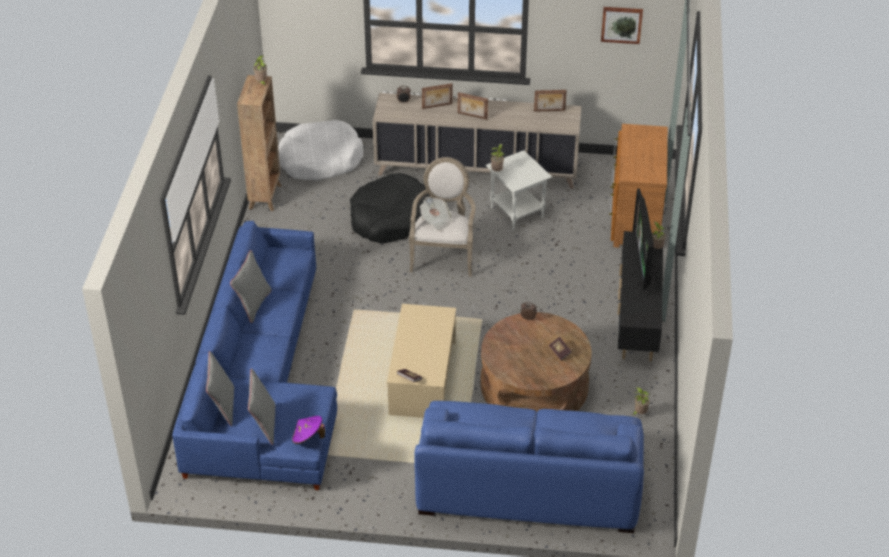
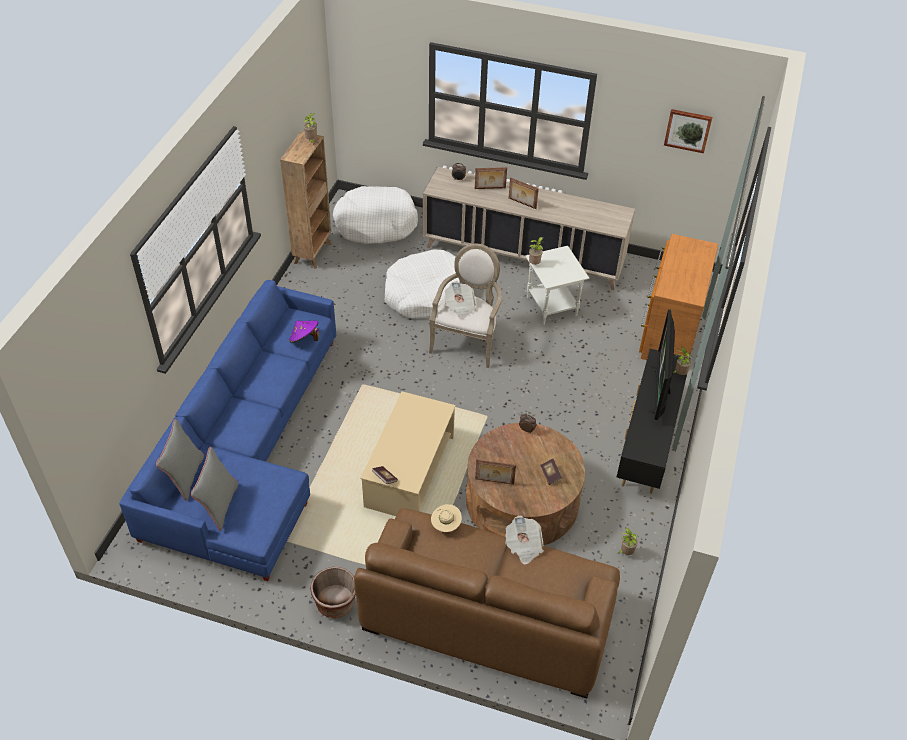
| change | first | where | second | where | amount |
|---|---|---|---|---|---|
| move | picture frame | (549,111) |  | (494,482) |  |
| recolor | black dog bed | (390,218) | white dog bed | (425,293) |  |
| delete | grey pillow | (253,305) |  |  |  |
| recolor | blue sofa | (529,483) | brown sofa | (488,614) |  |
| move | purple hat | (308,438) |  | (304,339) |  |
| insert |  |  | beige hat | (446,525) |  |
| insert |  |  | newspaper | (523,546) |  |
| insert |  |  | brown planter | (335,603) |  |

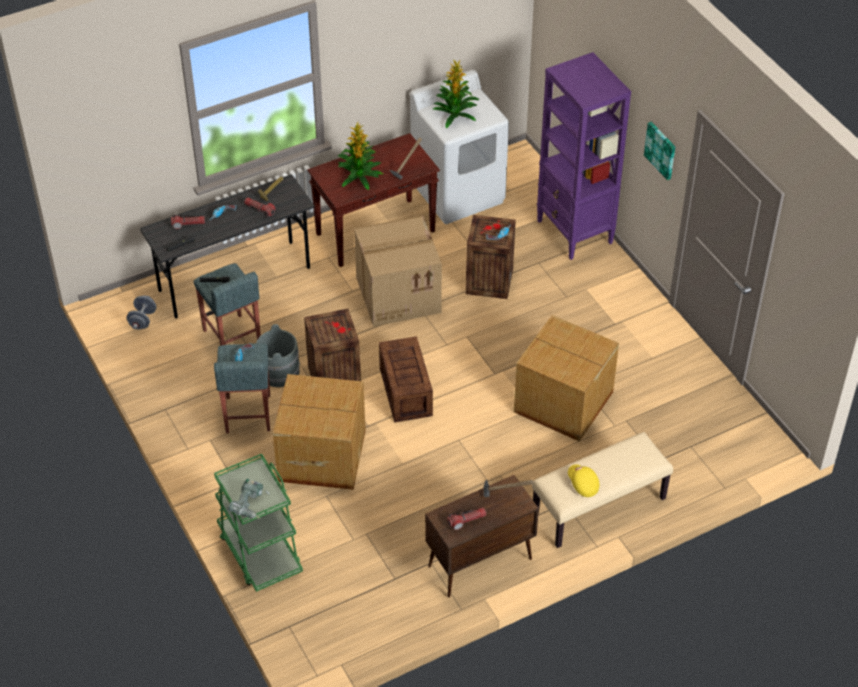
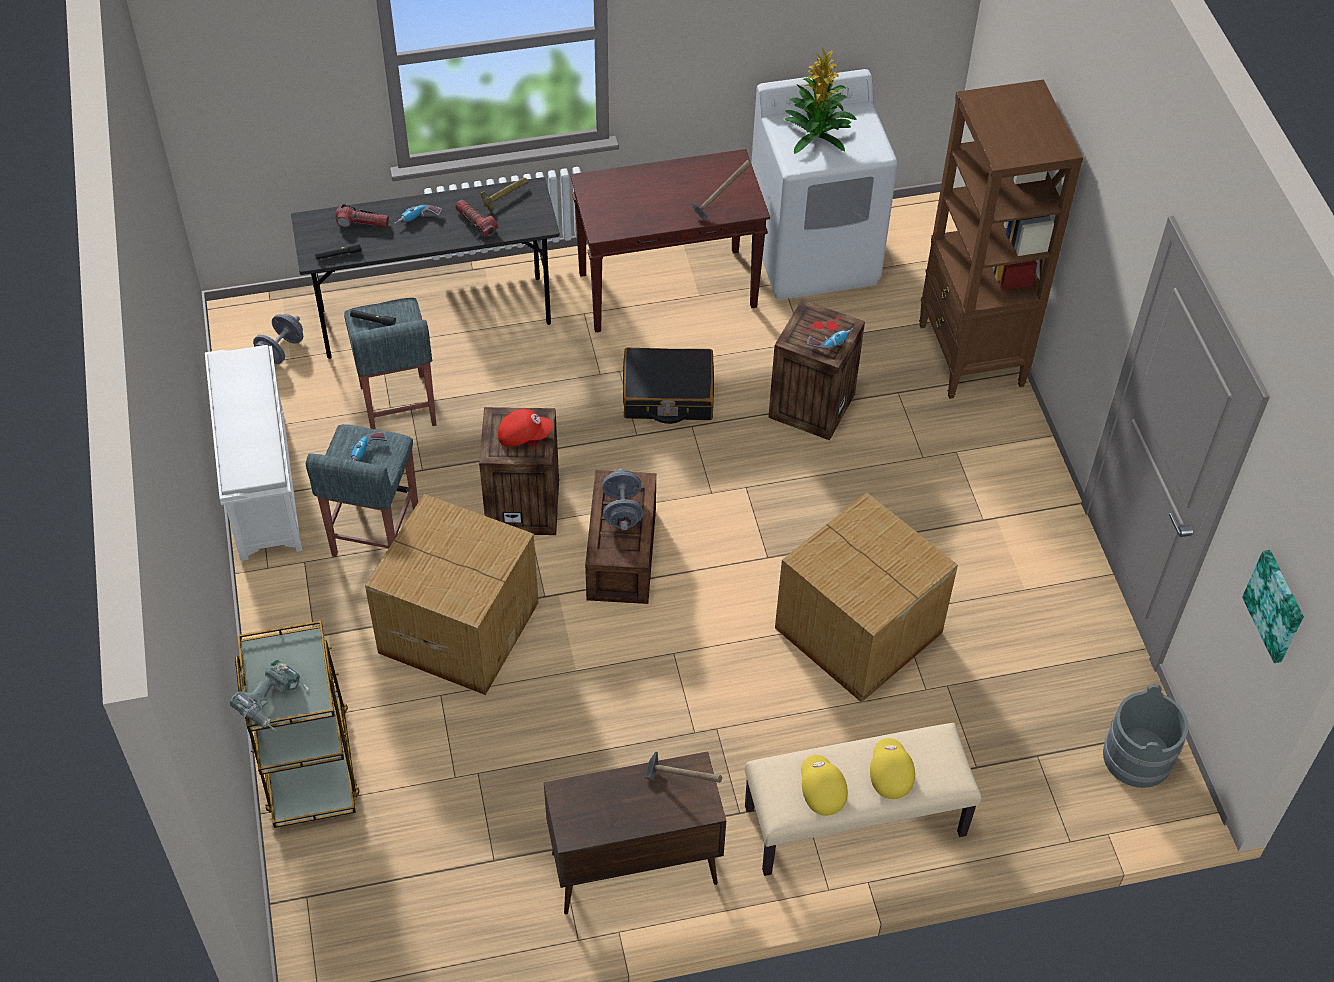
| change | first | where | second | where | amount |
|---|---|---|---|---|---|
| recolor | purple bookcase | (575,232) | brown bookcase | (971,356) |  |
| delete | potted plant | (359,177) |  |  |  |
| move | picture | (661,150) |  | (1276,605) |  |
| replace | cardboard box | (399,294) | black suitcase | (668,395) |  |
| move | grey bucket | (279,372) |  | (1138,757) |  |
| recolor | green cart | (260,552) | brown cart | (309,762) |  |
| delete | flashlight | (466,520) |  |  |  |
| insert |  |  | white shoe rack | (261,485) |  |
| insert |  |  | red cap | (524,435) |  |
| insert |  |  | grey dumbbell | (622,511) |  |
| insert |  |  | yellow cap | (889,774) |  |

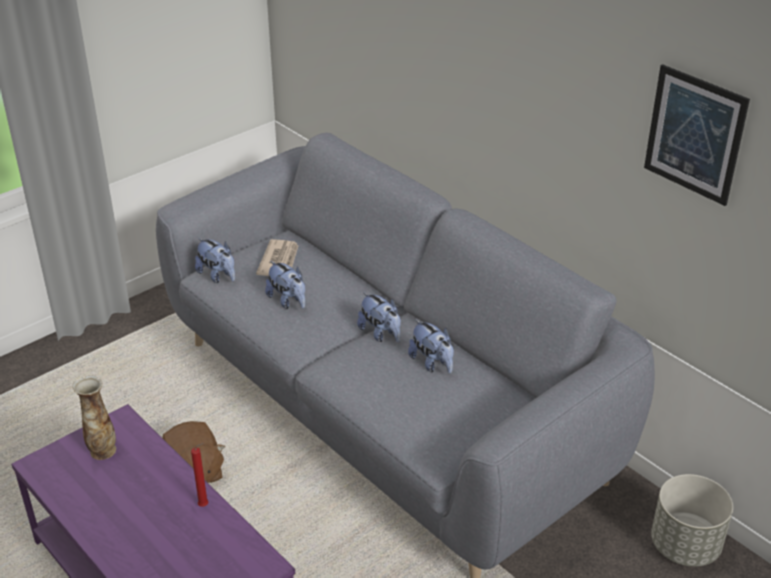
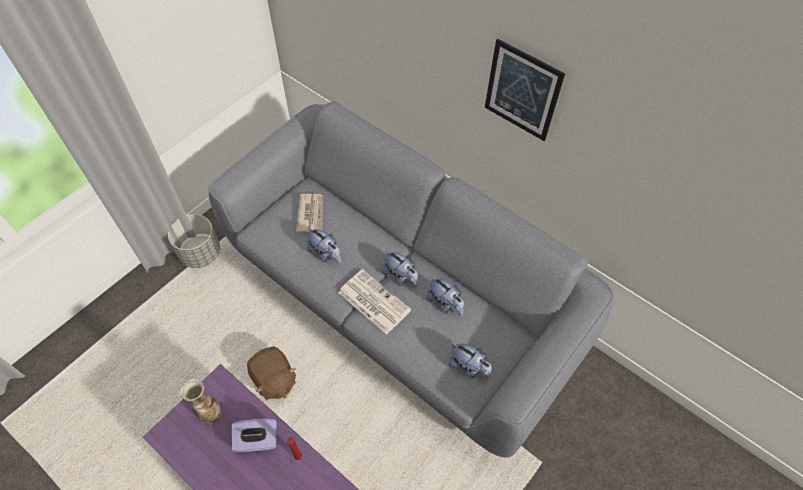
| change | first | where | second | where | amount |
|---|---|---|---|---|---|
| move | picture | (694,134) |  | (522,91) |  |
| move | plush toy | (218,276) |  | (468,367) |  |
| move | grey planter | (685,546) |  | (201,253) |  |
| insert |  |  | newspaper | (373,301) |  |
| insert |  |  | purple tissue box | (257,440) |  |

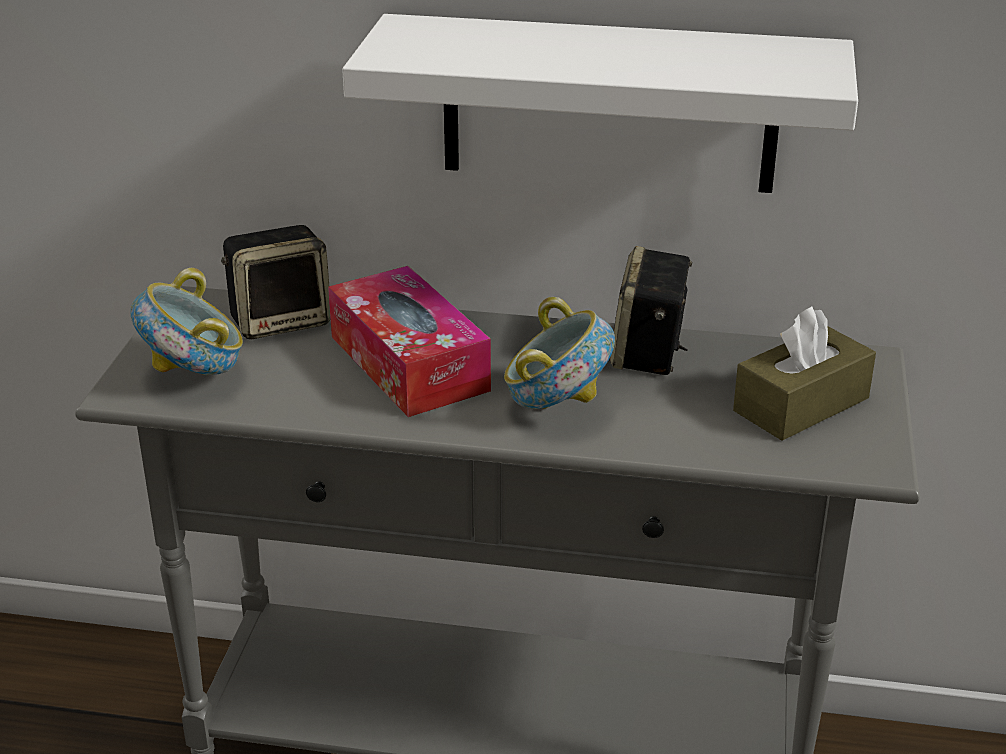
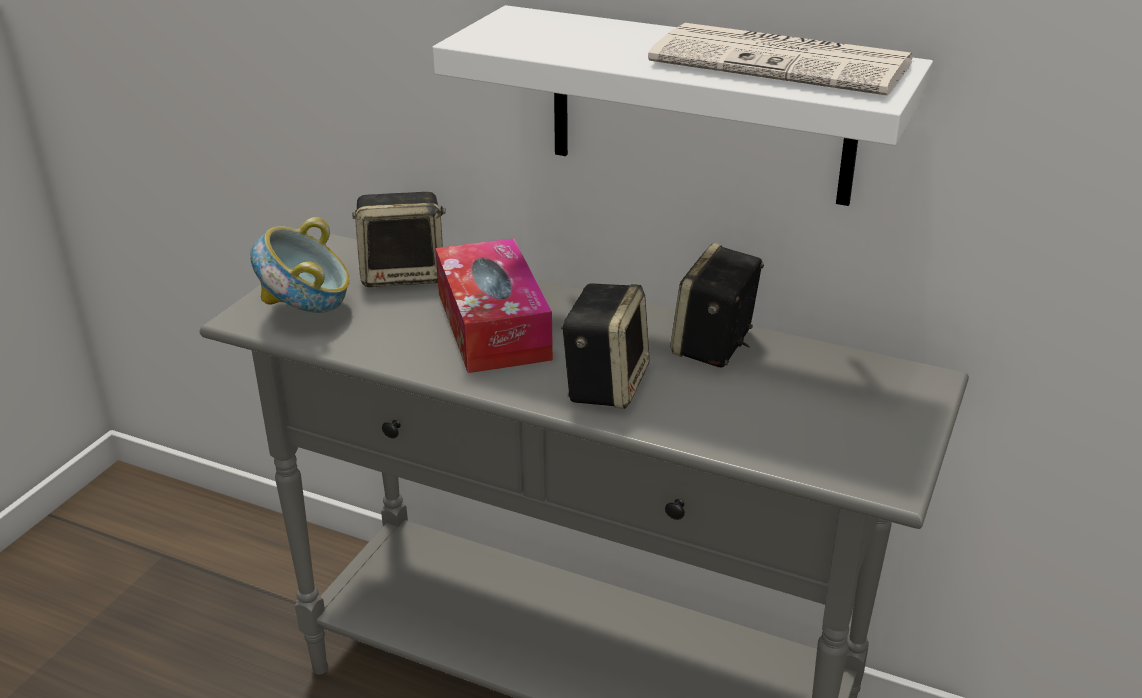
| change | first | where | second | where | amount |
|---|---|---|---|---|---|
| replace | bowl | (557,407) | speaker | (605,383) |  |
| delete | brown tissue box | (801,405) |  |  |  |
| insert |  |  | newspaper | (785,63) |  |

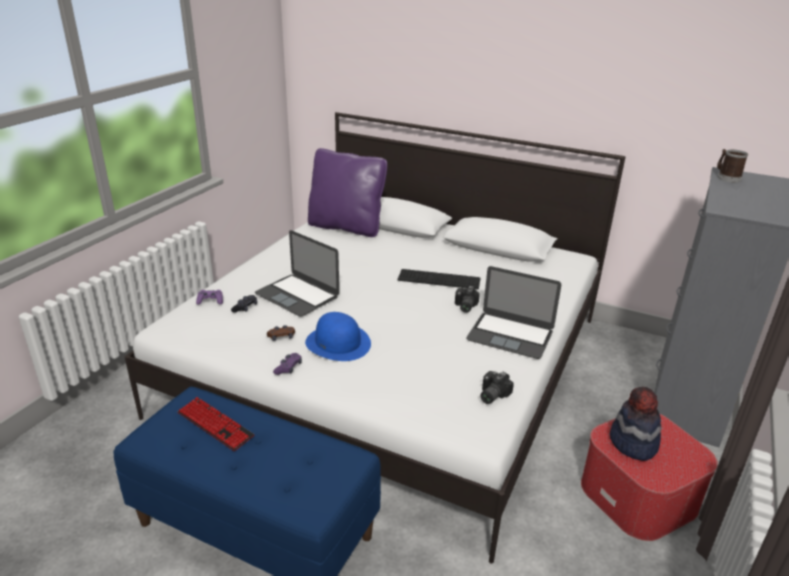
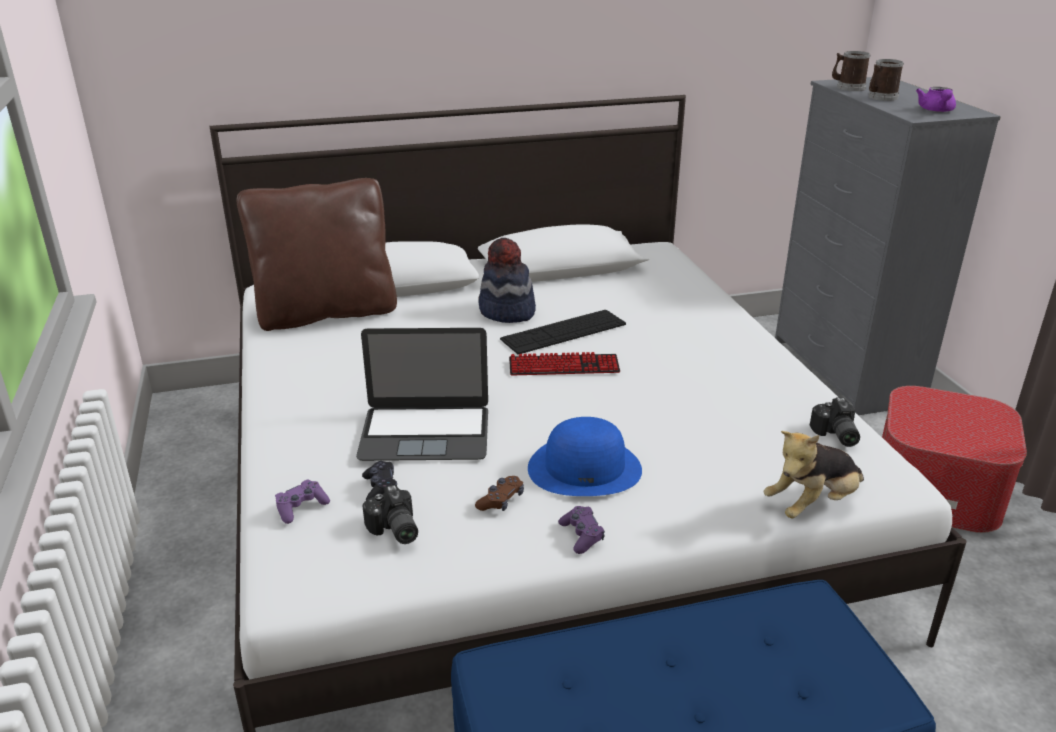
| change | first | where | second | where | amount |
|---|---|---|---|---|---|
| recolor | purple pillow | (346,227) | brown pillow | (326,313) |  |
| delete | laptop | (510,335) |  |  |  |
| move | photo camera | (464,306) |  | (393,530) |  |
| move | hat | (632,443) |  | (506,312) |  |
| move | keyboard | (215,425) |  | (564,367) |  |
| insert |  |  | mug | (880,97) |  |
| insert |  |  | purple teapot | (936,111) |  |
| insert |  |  | plush toy | (812,504) |  |

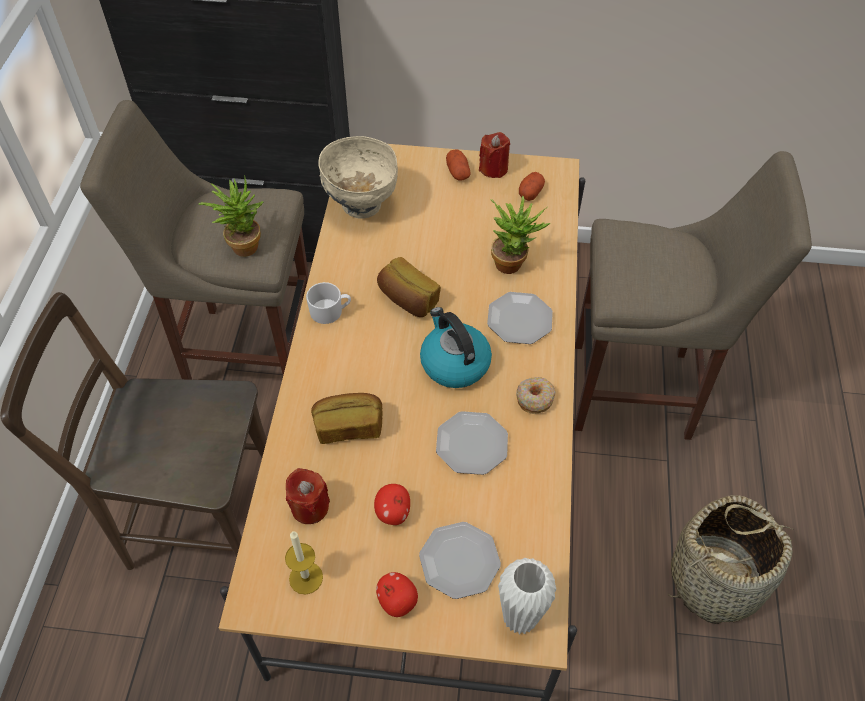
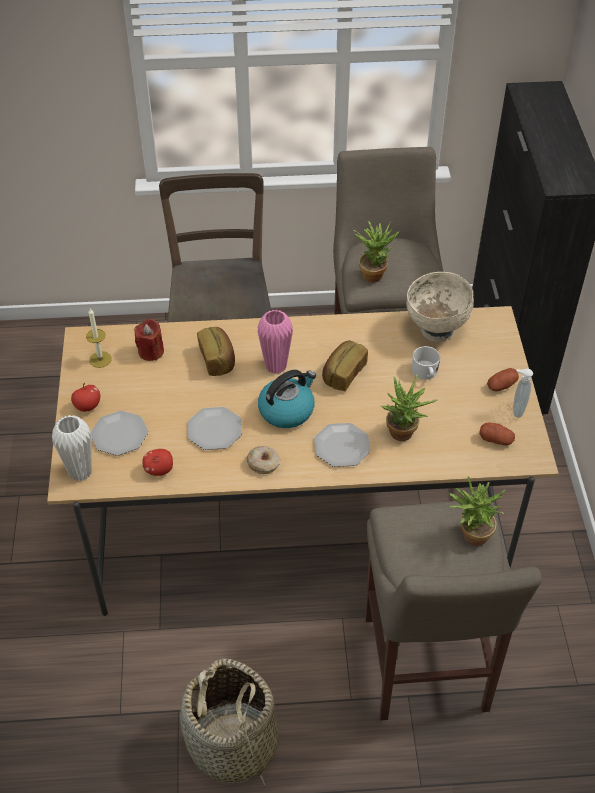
| change | first | where | second | where | amount |
|---|---|---|---|---|---|
| replace | red candle | (493,168) | soap dispenser | (517,410) |  |
| move | white mug | (330,311) |  | (425,373) |  |
| move | apple | (393,512) |  | (159,470) |  |
| insert |  |  | pink vase | (276,366) |  |
| insert |  |  | potted plant | (470,536) |  |

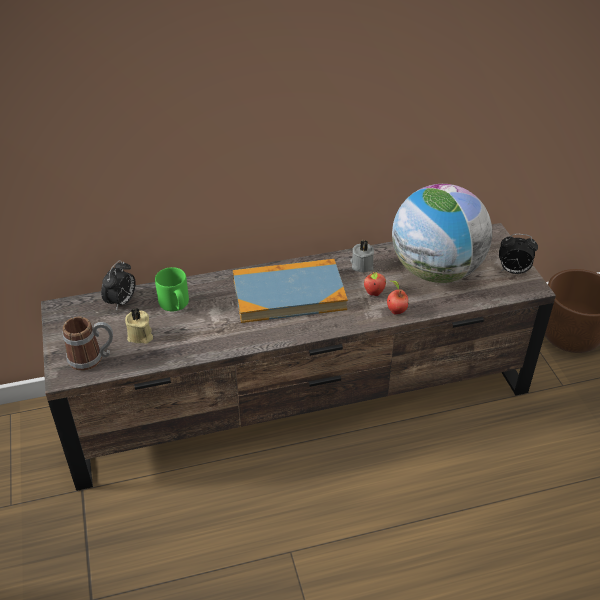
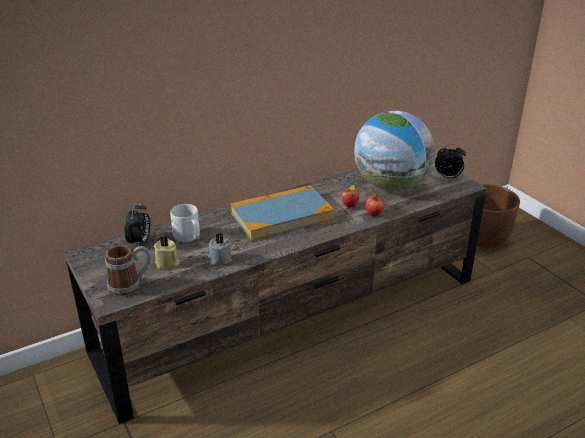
| change | first | where | second | where | amount |
|---|---|---|---|---|---|
| move | grey candle | (361,265) |  | (220,259) |  |
| recolor | green mug | (175,304) | grey mug | (188,236) |  |

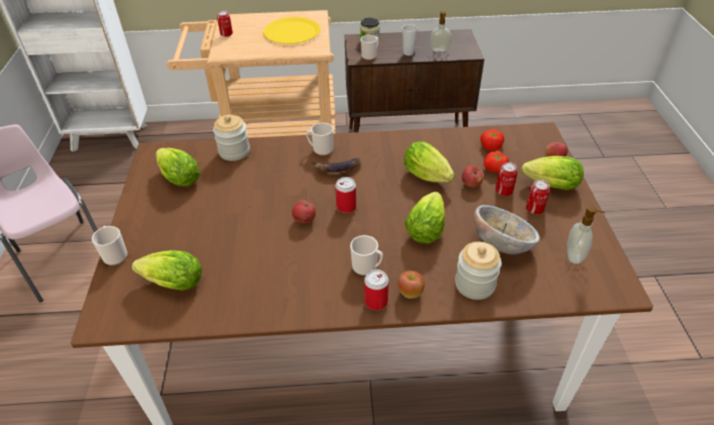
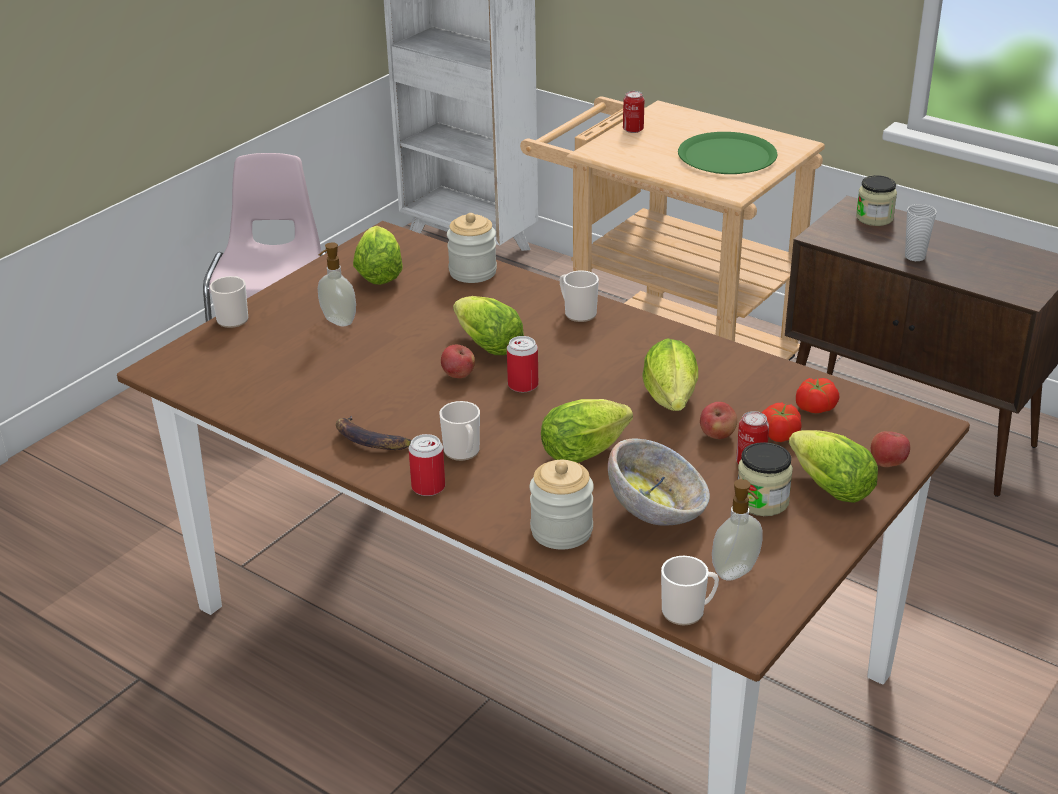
| change | first | where | second | where | amount |
|---|---|---|---|---|---|
| move | soap dispenser | (439,50) |  | (338,321) |  |
| recolor | yellow plate | (292,32) | green plate | (727,156) |  |
| move | mug | (370,55) |  | (688,611) |  |
| move | banana | (336,168) |  | (369,440) |  |
| replace | can | (534,209) | jar | (762,501) |  |
| move | lettuce | (170,283) |  | (485,344) |  |
| delete | apple | (410,293) |  |  |  |

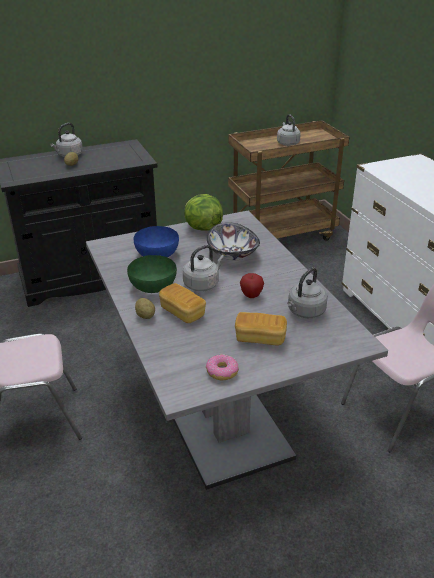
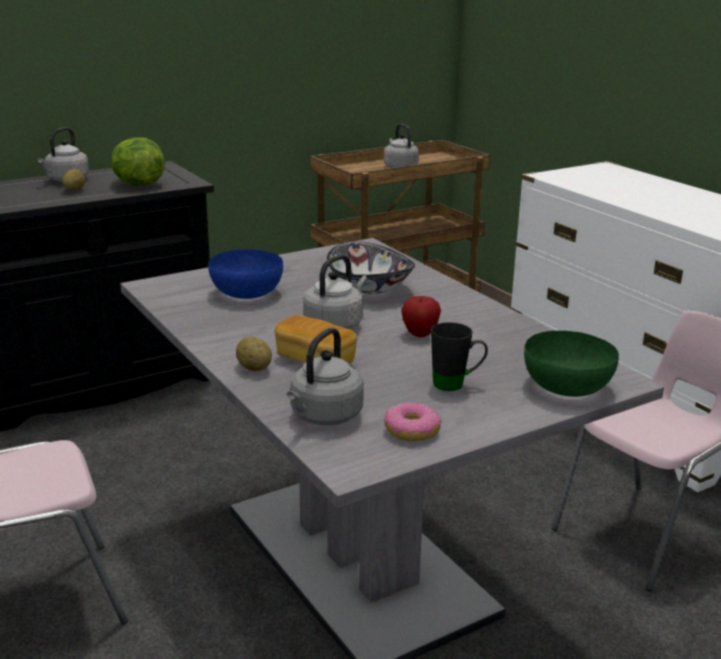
| change | first | where | second | where | amount |
|---|---|---|---|---|---|
| move | lettuce | (202,228) |  | (138,184) |  |
| move | green bowl | (152,286) |  | (565,386) |  |
| move | grey kettle | (305,312) |  | (324,417) |  |
| replace | bread | (260,338) | black mug | (456,384) |  |

